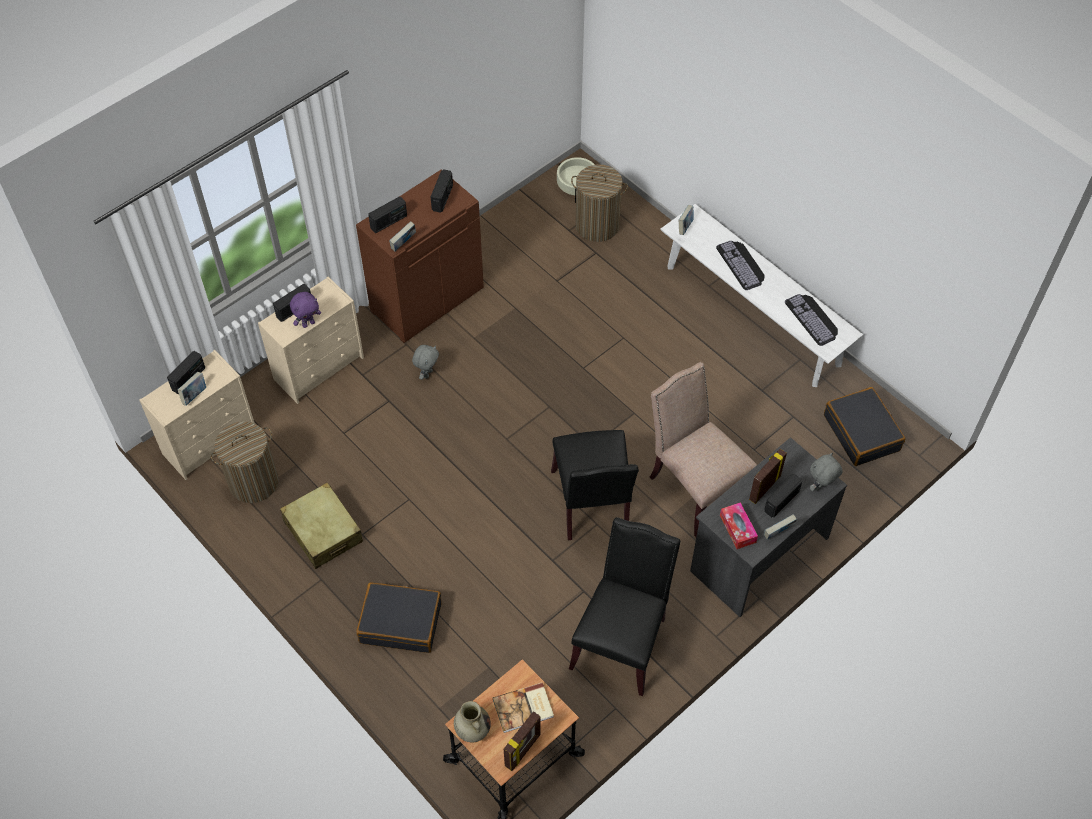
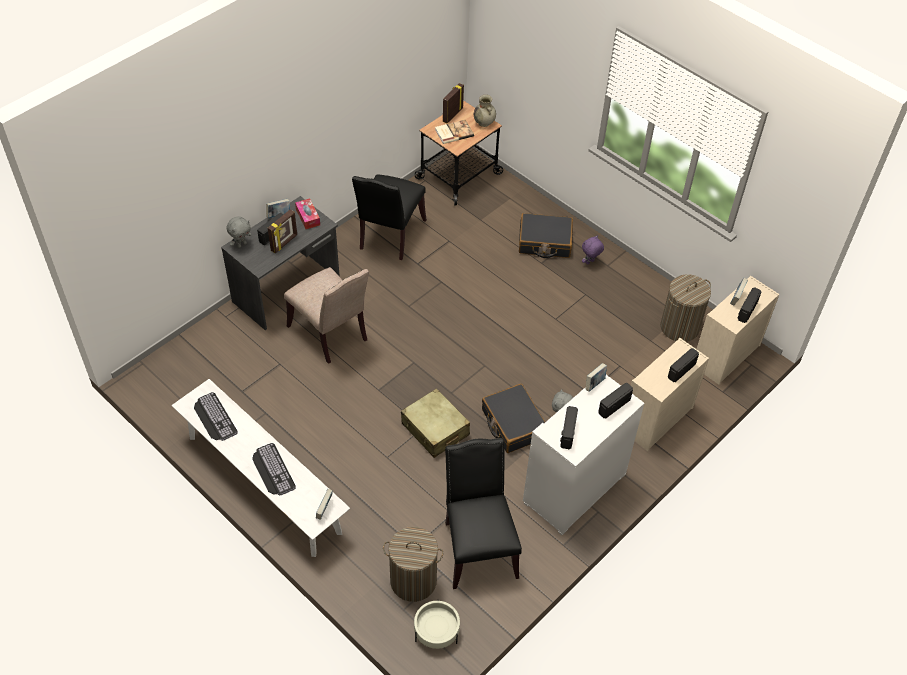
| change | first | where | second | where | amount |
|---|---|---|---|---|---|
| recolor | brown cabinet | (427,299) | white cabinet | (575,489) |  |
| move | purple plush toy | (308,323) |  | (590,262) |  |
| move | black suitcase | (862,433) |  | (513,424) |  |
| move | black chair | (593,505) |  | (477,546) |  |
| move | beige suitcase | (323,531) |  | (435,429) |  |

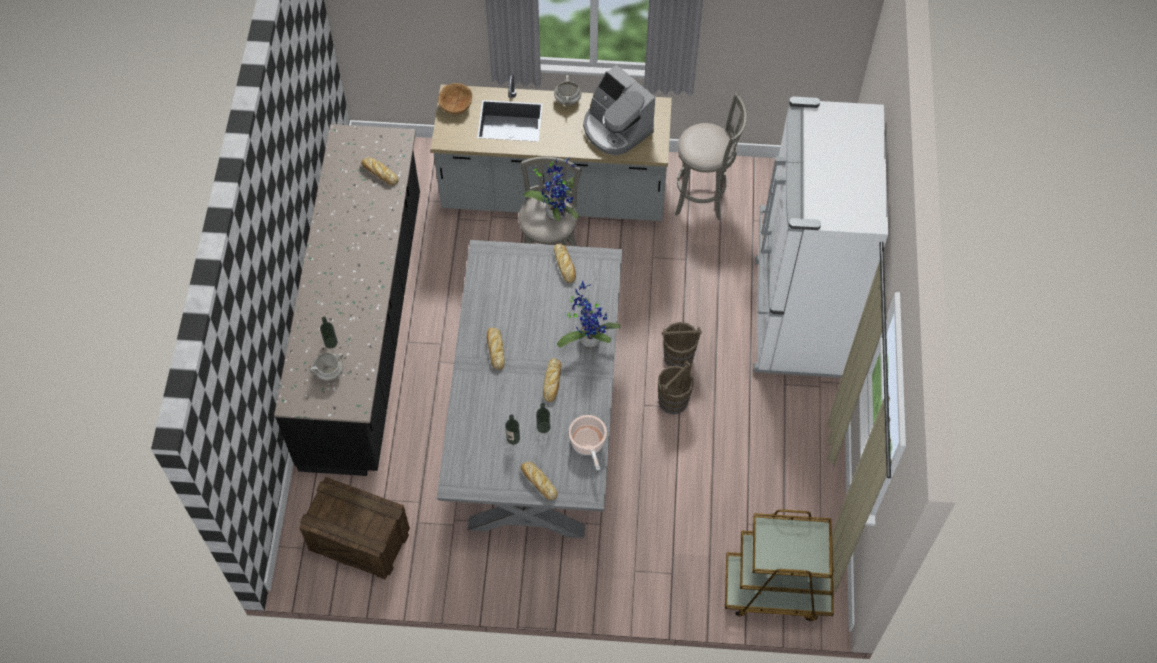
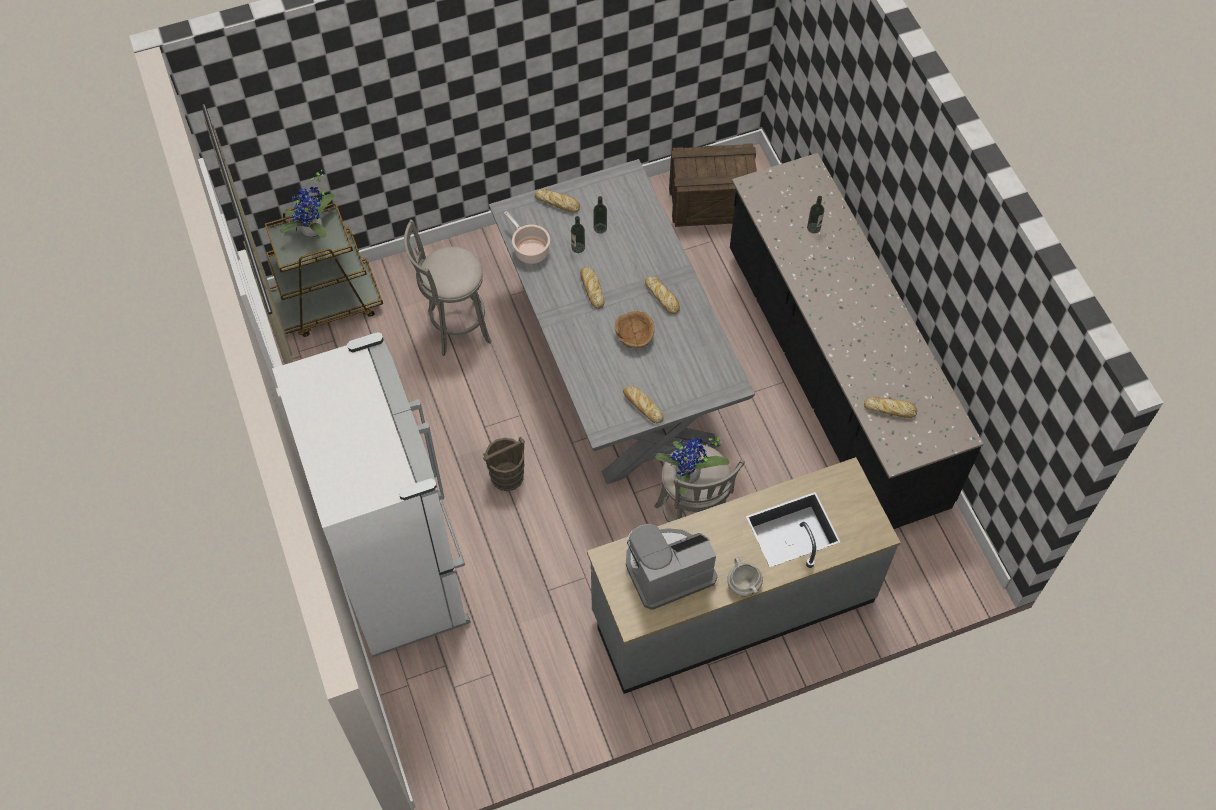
| change | first | where | second | where | amount |
|---|---|---|---|---|---|
| rotate | coffee machine | (616,129) |  | (667,569) | 45 degrees counterclockwise |
| move | brown bowl | (456,105) |  | (634,335) |  |
| move | grey stool | (703,197) |  | (455,327) |  |
| move | potted plant | (588,338) |  | (314,231) |  |
| delete | white cooking pot | (329,372) |  |  |  |
| delete | brown bucket | (673,401) |  |  |  |

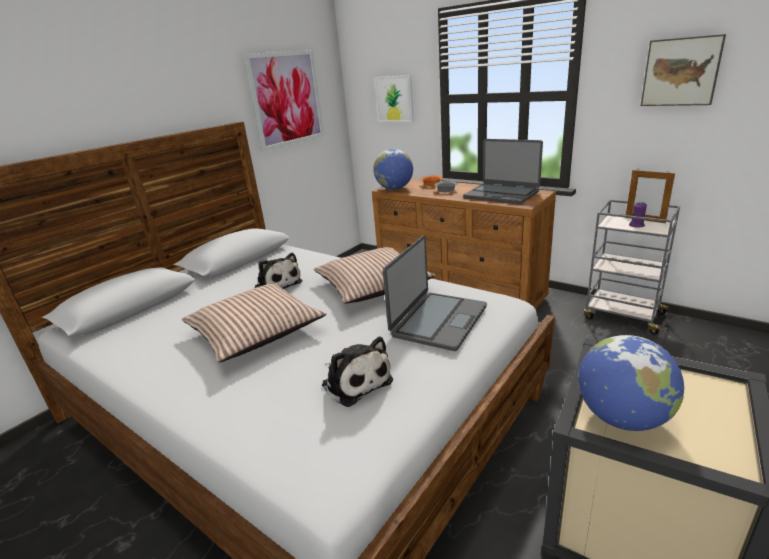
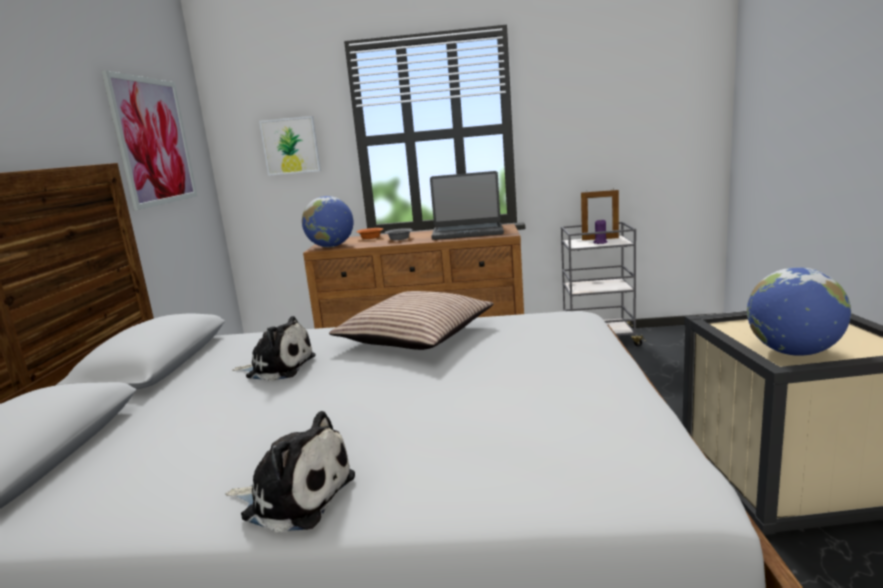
| change | first | where | second | where | amount |
|---|---|---|---|---|---|
| delete | picture | (681,72) |  |  |  |
| delete | laptop | (438,321) |  |  |  |
| delete | pillow | (255,331) |  |  |  |
| move | plush toy | (355,381) |  | (294,496) |  |

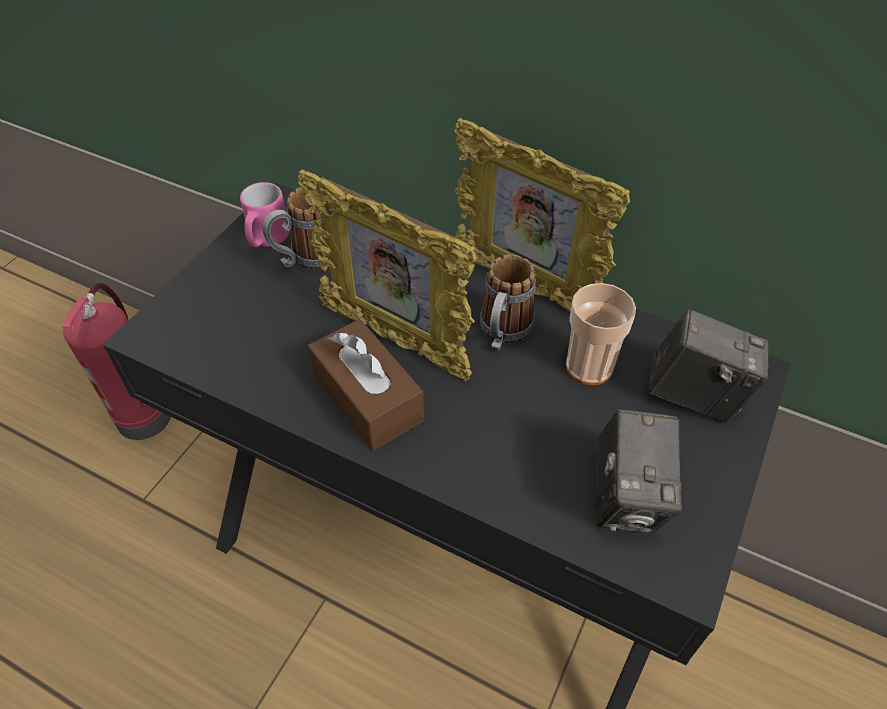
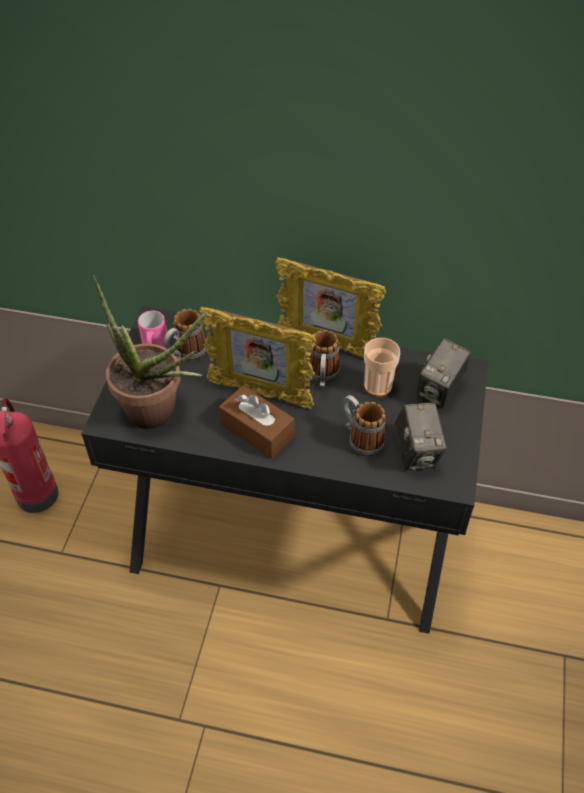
| change | first | where | second | where | amount |
|---|---|---|---|---|---|
| rotate | photo camera | (694,394) |  | (439,390) | 120 degrees clockwise |
| insert |  |  | potted plant | (160,415) |  |
| insert |  |  | mug | (360,438) |  |

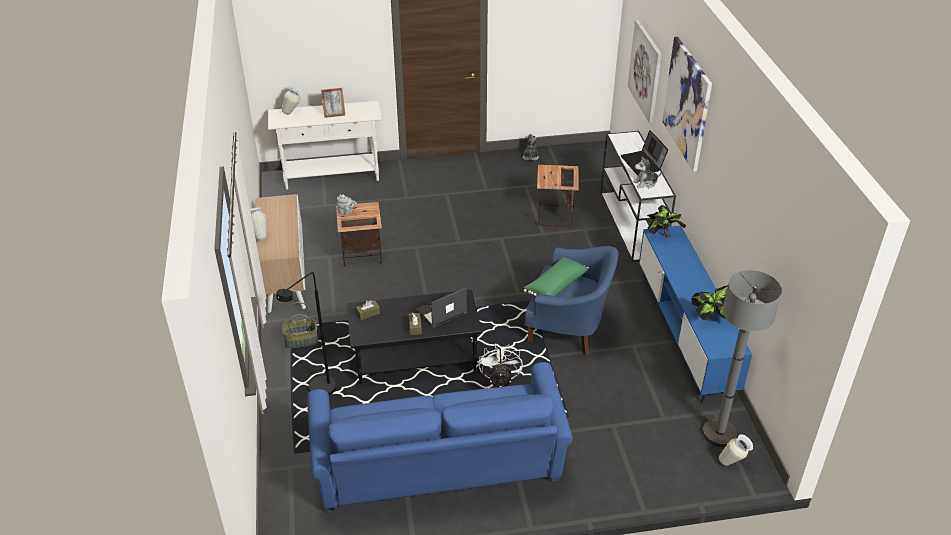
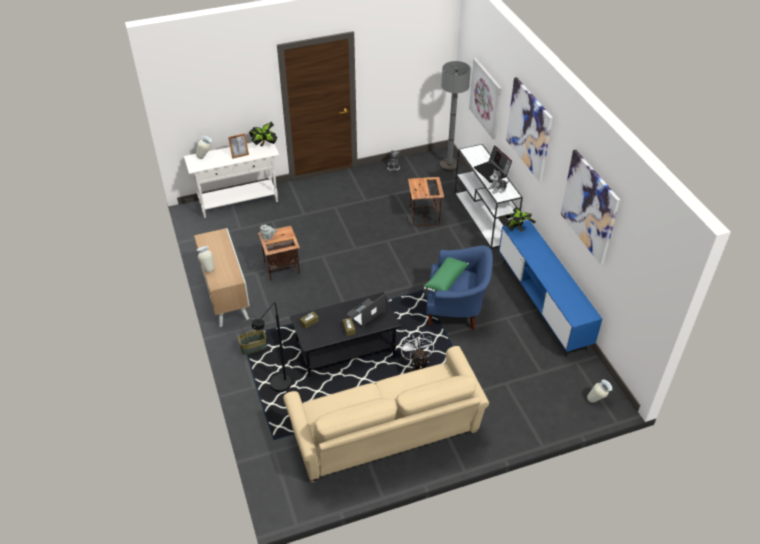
| change | first | where | second | where | amount |
|---|---|---|---|---|---|
| move | grey floor lamp | (719,434) |  | (449,165) |  |
| move | potted plant | (711,320) |  | (265,145) |  |
| recolor | blue sofa | (439,469) | beige sofa | (386,436) |  |
| insert |  |  | picture | (589,206) |  |

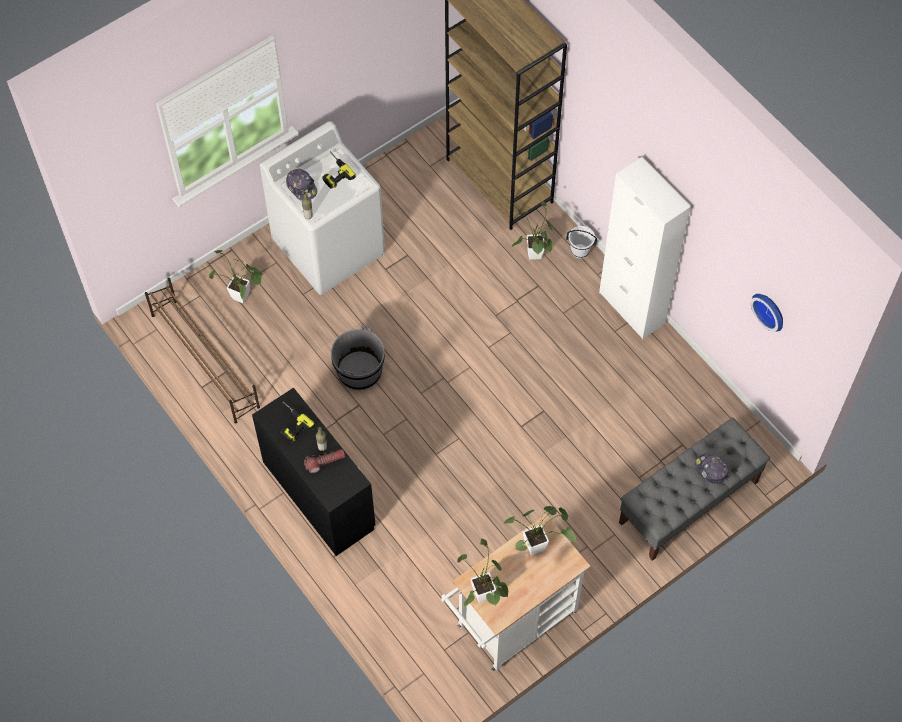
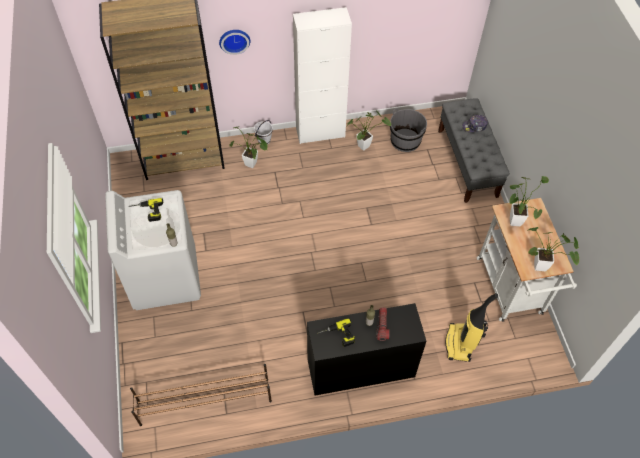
| change | first | where | second | where | amount |
|---|---|---|---|---|---|
| delete | cap | (302,187) |  |  |  |
| move | potted plant | (244,298) |  | (365,145) |  |
| move | wall clock | (770,310) |  | (234,40) |  |
| move | grey bucket | (359,371) |  | (405,140) |  |
| insert |  |  | vacuum cleaner | (460,344) |  |

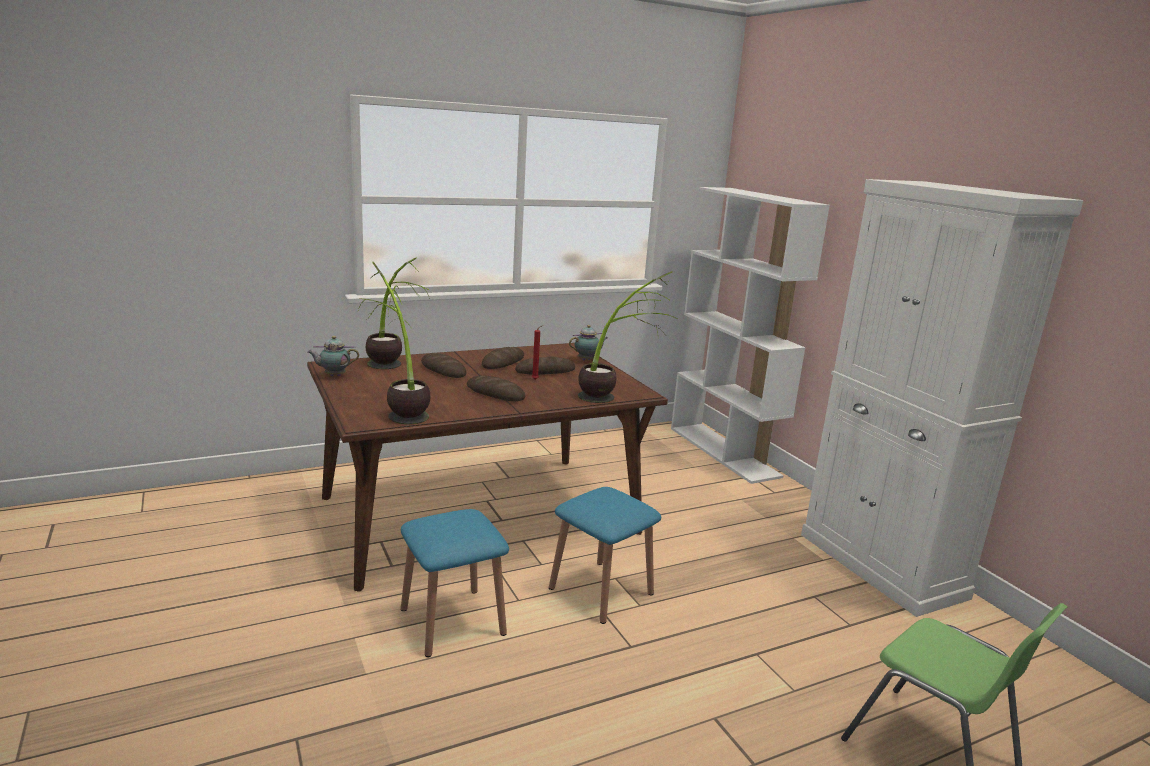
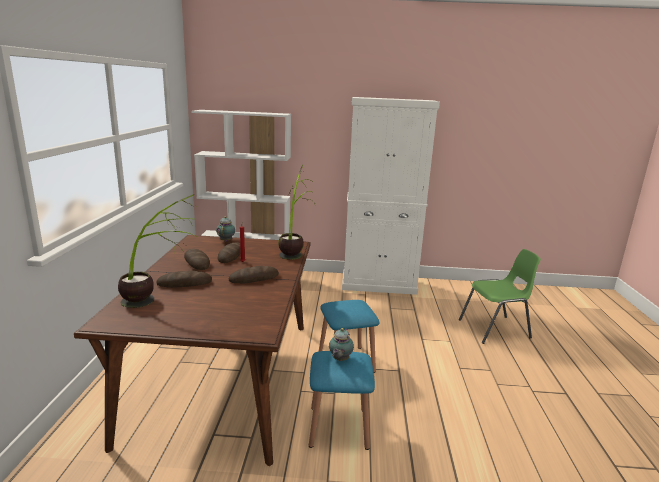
| change | first | where | second | where | amount |
|---|---|---|---|---|---|
| delete | potted plant | (399,408) |  |  |  |
| move | teapot | (333,375) |  | (339,359) |  |

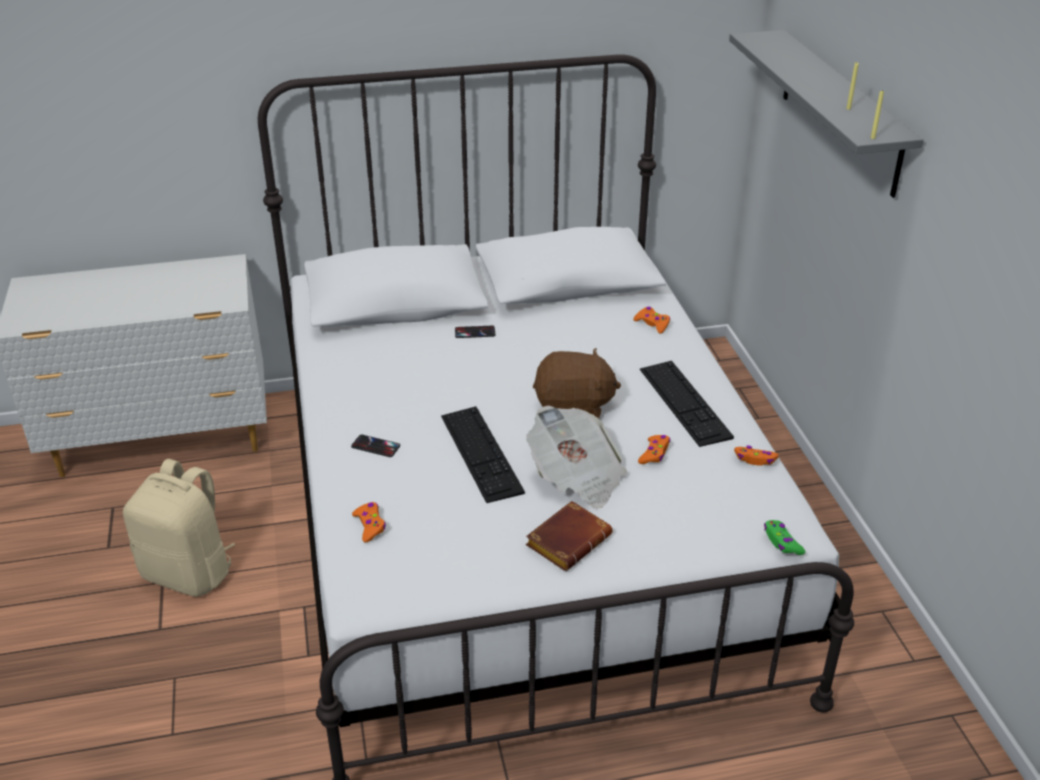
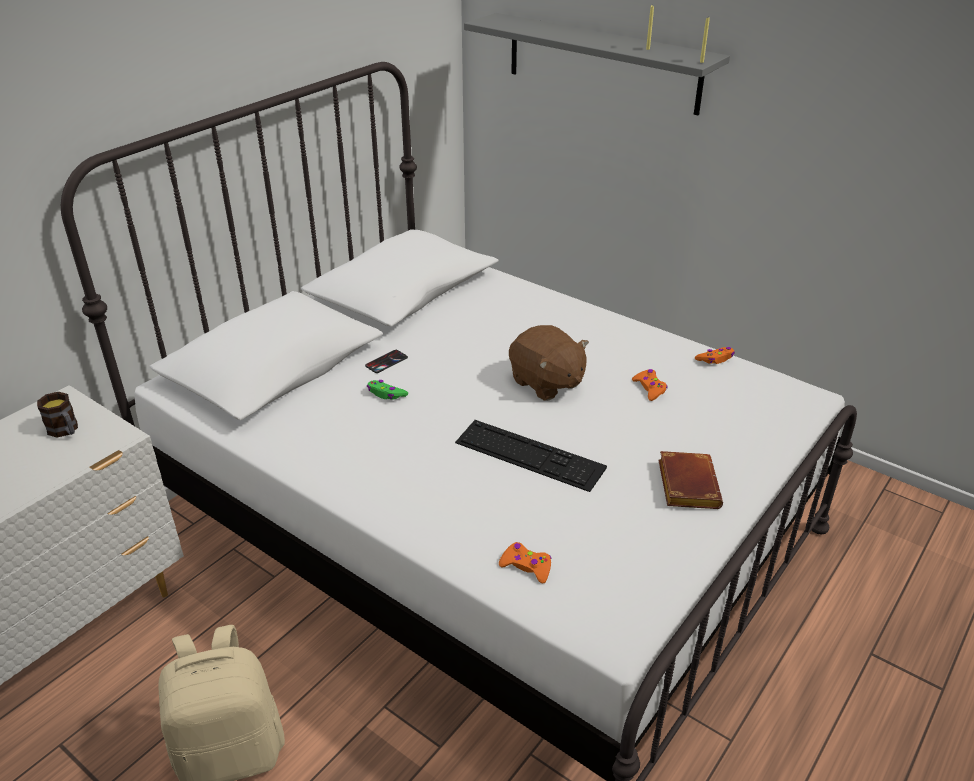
| change | first | where | second | where | amount |
|---|---|---|---|---|---|
| delete | orange game controller | (652,324) |  |  |  |
| rotate | brown plush toy | (573,407) |  | (546,383) | 90 degrees clockwise |
| delete | keyboard | (684,402) |  |  |  |
| delete | newspaper | (576,477) |  |  |  |
| delete | phone | (375,446) |  |  |  |
| move | green game controller | (782,542) |  | (386,394) |  |
| insert |  |  | mug | (65,431) |  |

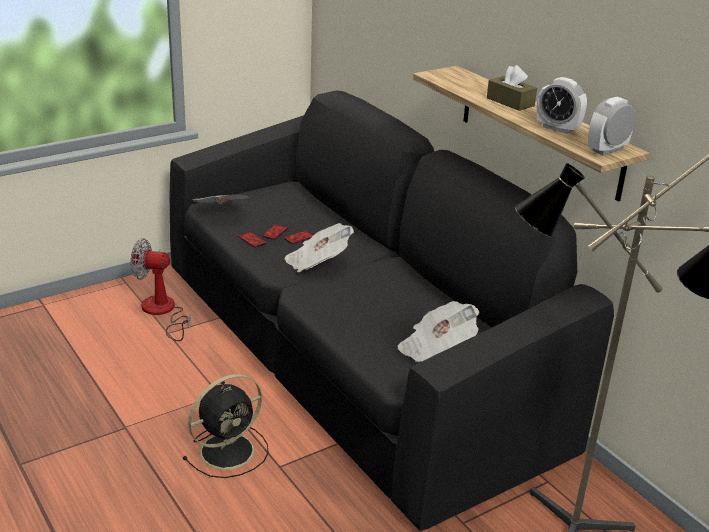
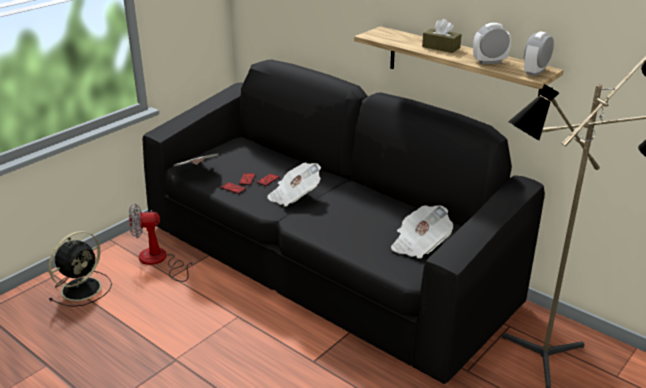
| change | first | where | second | where | amount |
|---|---|---|---|---|---|
| rotate | alarm clock | (557,128) |  | (489,62) | 150 degrees clockwise |
| move | black fan | (229,450) |  | (83,288) |  |

